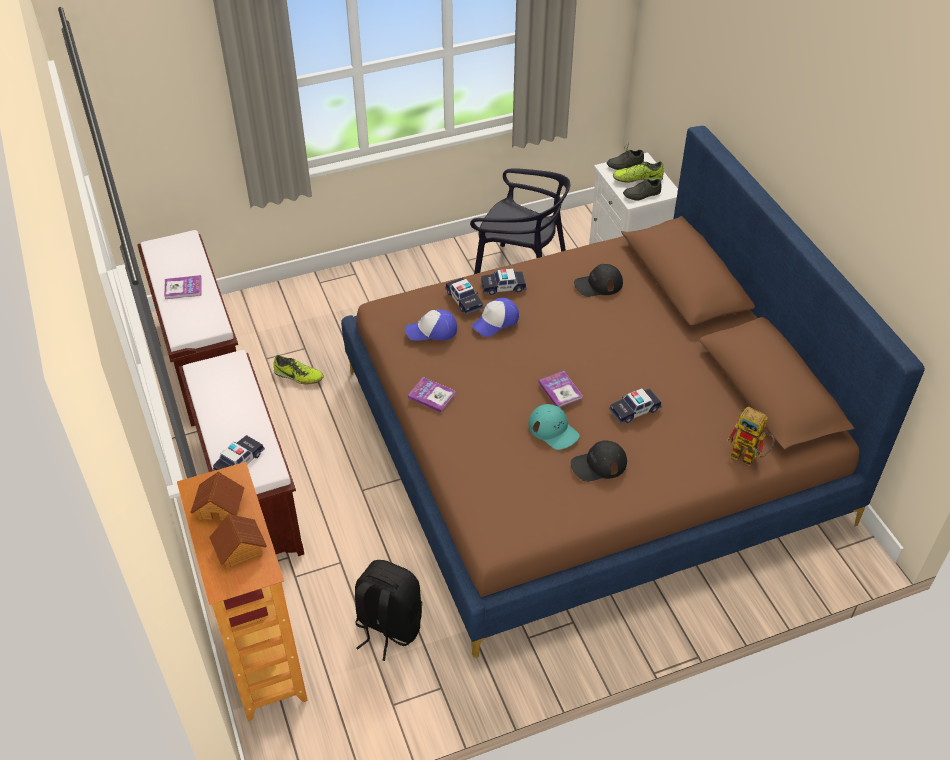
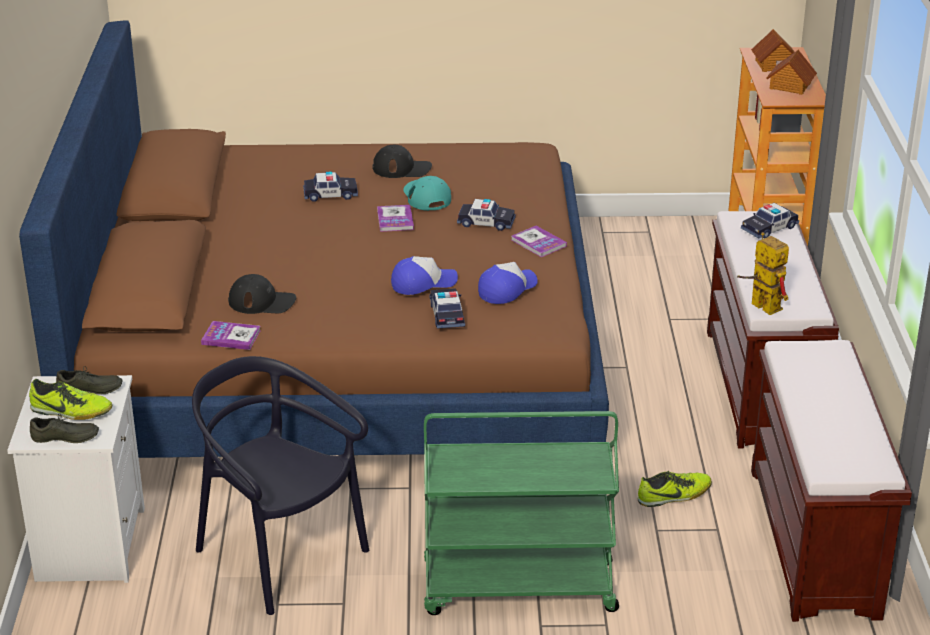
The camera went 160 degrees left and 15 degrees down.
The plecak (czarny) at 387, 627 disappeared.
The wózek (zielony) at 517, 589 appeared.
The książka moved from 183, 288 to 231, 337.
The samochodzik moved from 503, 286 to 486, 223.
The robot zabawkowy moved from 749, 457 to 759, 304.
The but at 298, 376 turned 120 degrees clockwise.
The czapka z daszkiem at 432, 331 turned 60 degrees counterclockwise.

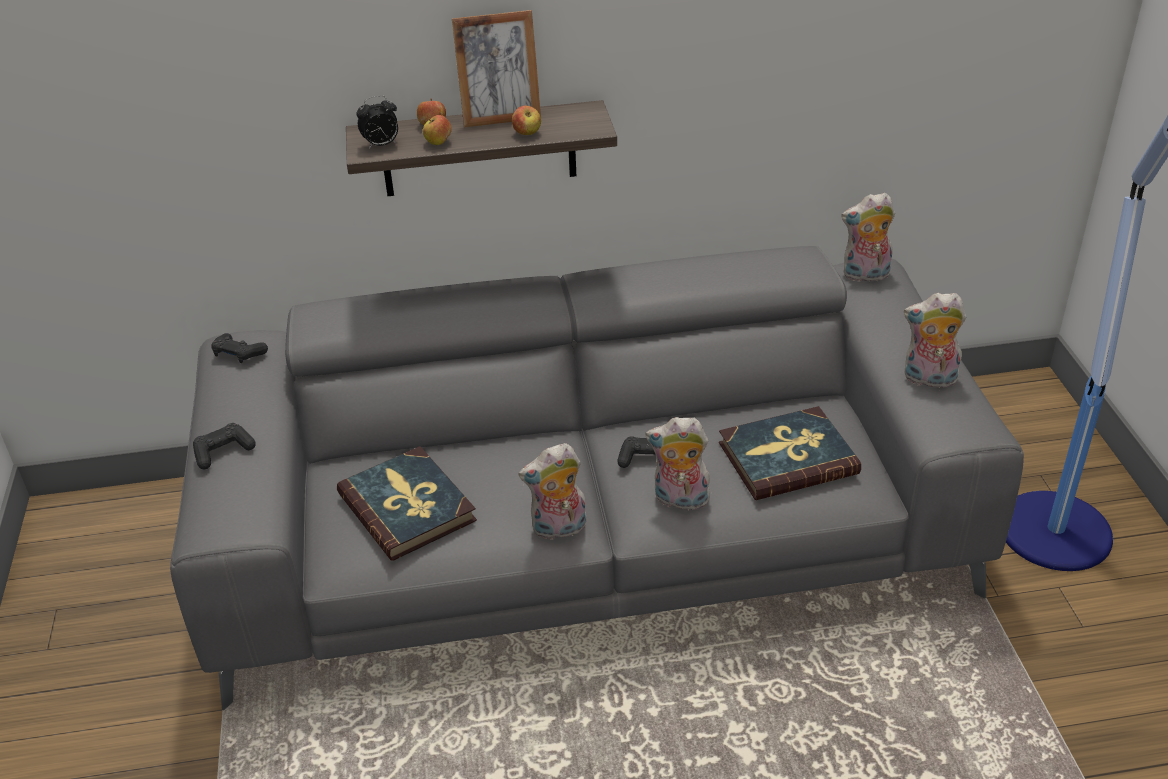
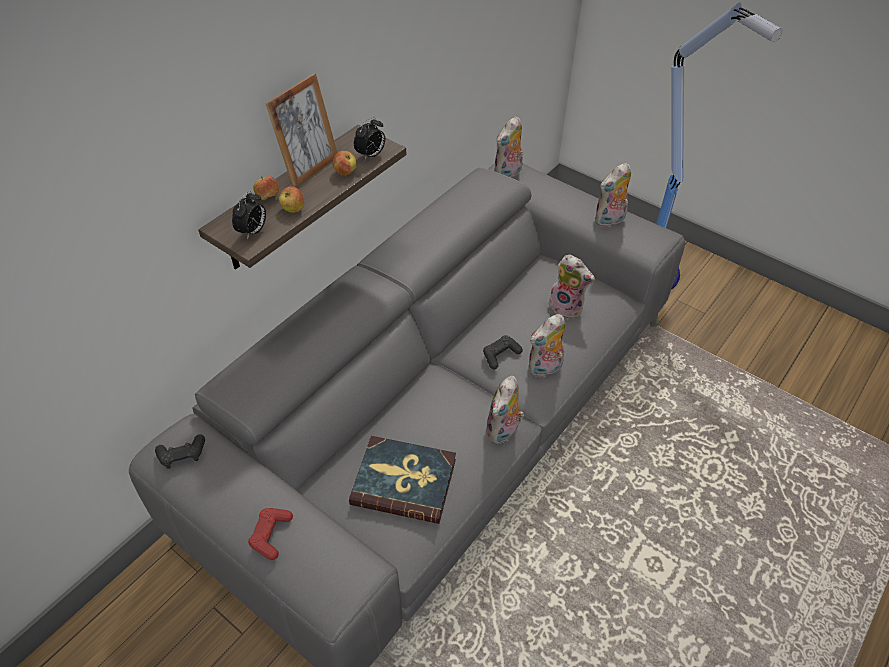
The camera went 45 degrees left and 10 degrees up.
The budzik at 371, 155 appeared.
The książka at 787, 458 was replaced by the pluszak at 567, 307.
The pad do gier (czarny) at 223, 452 became the pad do gier (czerwony) at 271, 535.

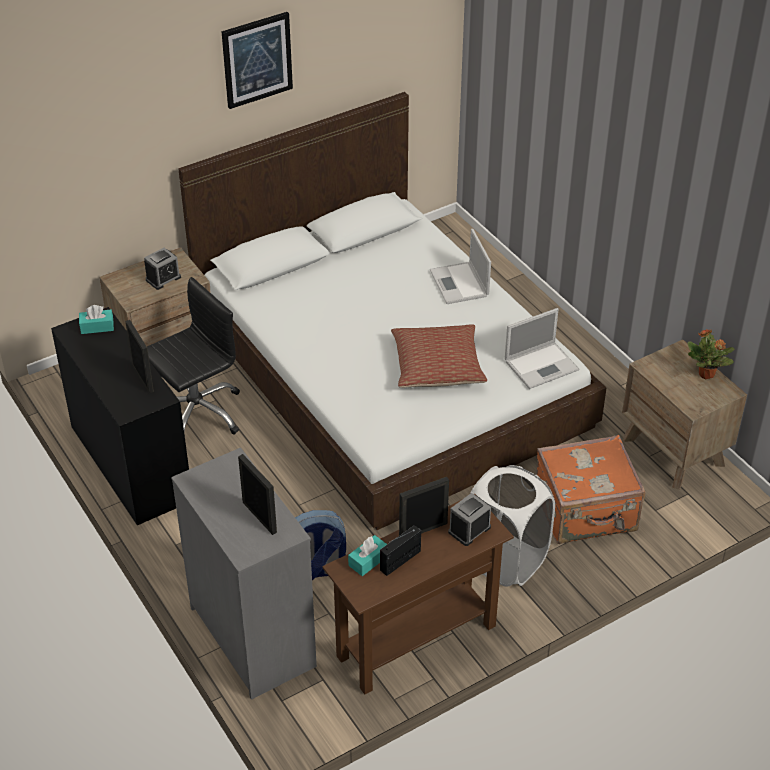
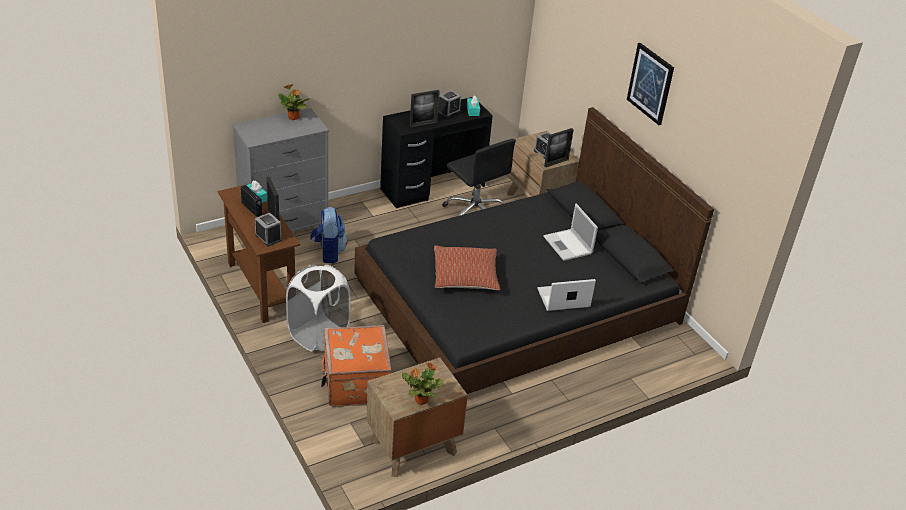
The camera went 90 degrees right and 5 degrees down.
The roślina doniczkowa at 293, 118 appeared.
The budzik at 448, 111 appeared.
The ramka na zdjęcie moved from 259, 517 to 556, 163.
The laptop moved from 542, 365 to 568, 245.
The łóżko (biały) at 389, 368 became the łóżko (czarny) at 518, 301.

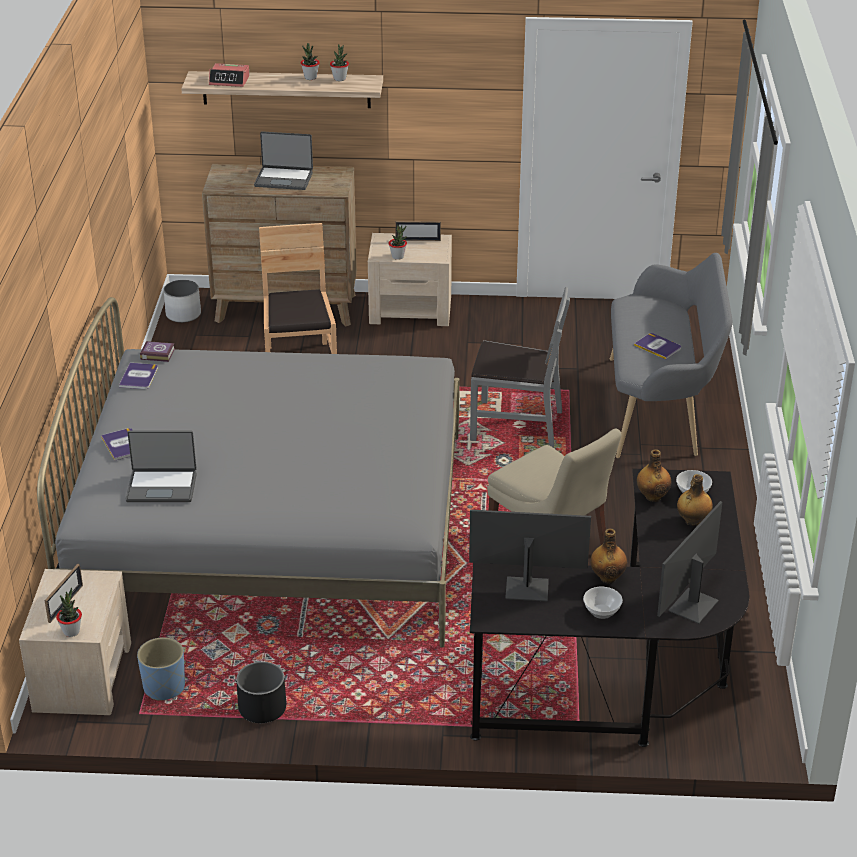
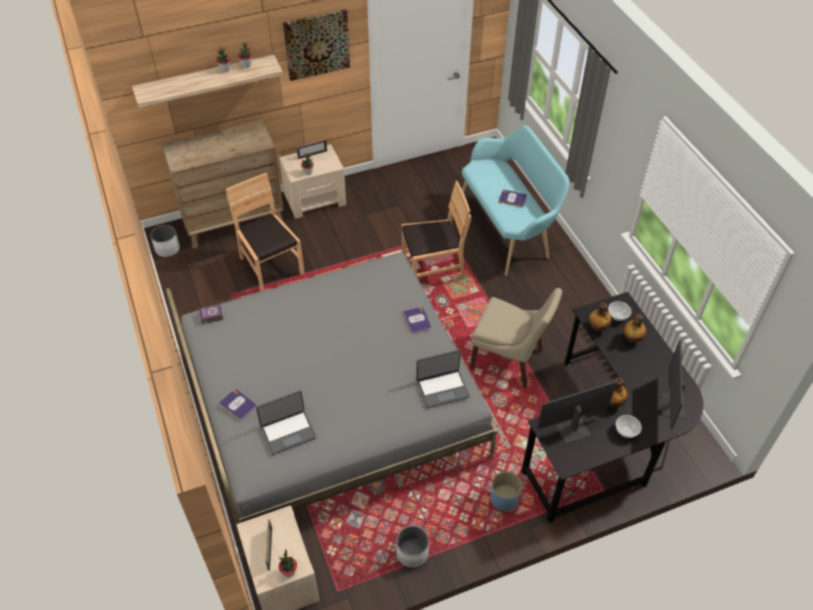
The camera went 25 degrees left and 15 degrees up.
The budzik at 229, 80 disappeared.
The obraz at 317, 44 appeared.
The książka moved from 139, 377 to 417, 320.
The donica (niebieski) moved from 164, 687 to 504, 499.
The laptop moved from 284, 179 to 442, 388.
The donica (czarny) at 262, 708 became the donica (biały) at 412, 553.
The krzesło (szary) at 516, 425 became the krzesło (brązowy) at 433, 270.
The ławka (szary) at 660, 408 became the ławka (turkusowy) at 507, 229.

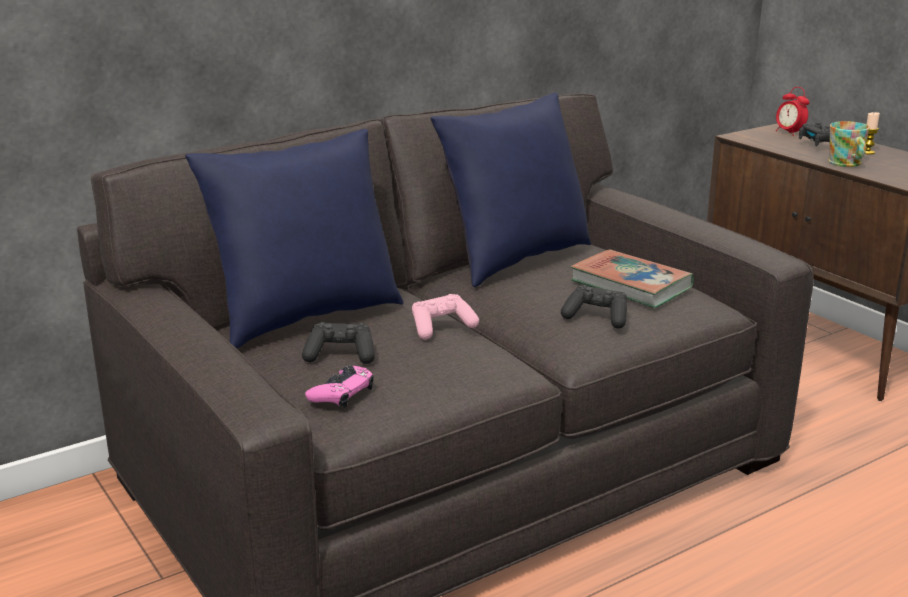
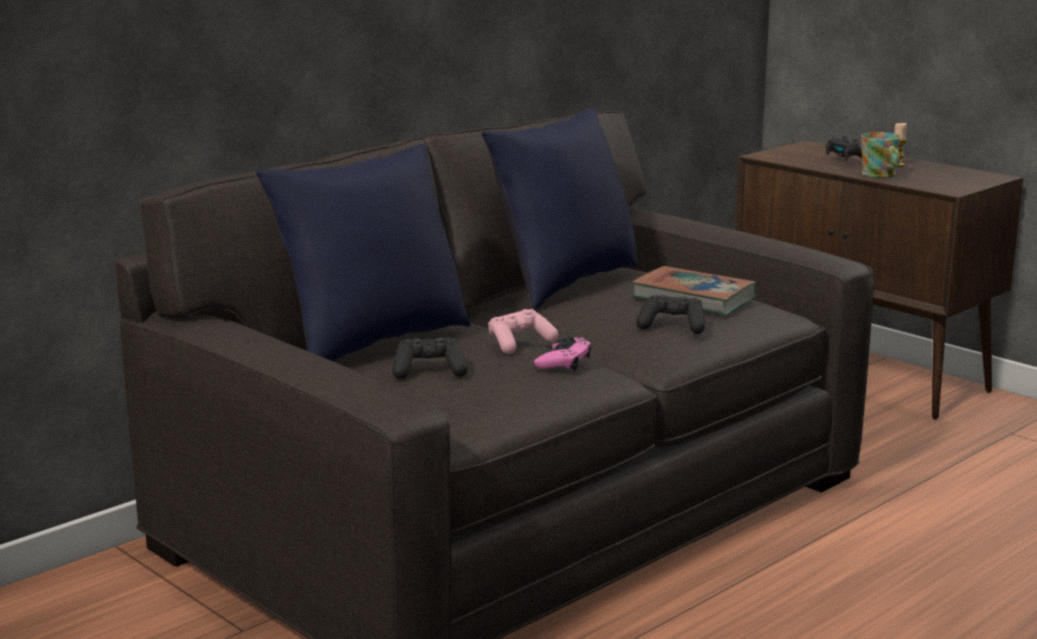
The camera went 10 degrees left and 5 degrees down.
The budzik at 789, 133 disappeared.
The pad do gier (różowy) moved from 341, 393 to 563, 361.

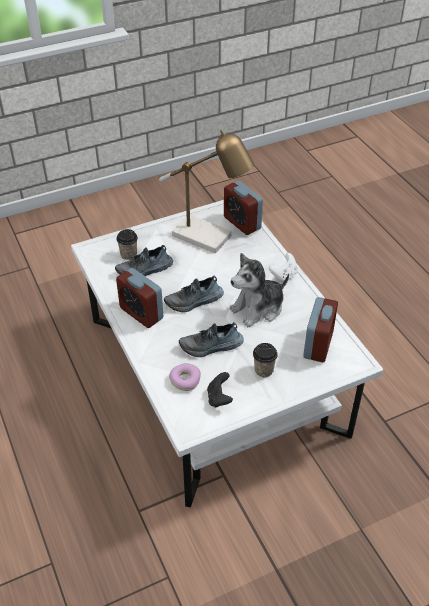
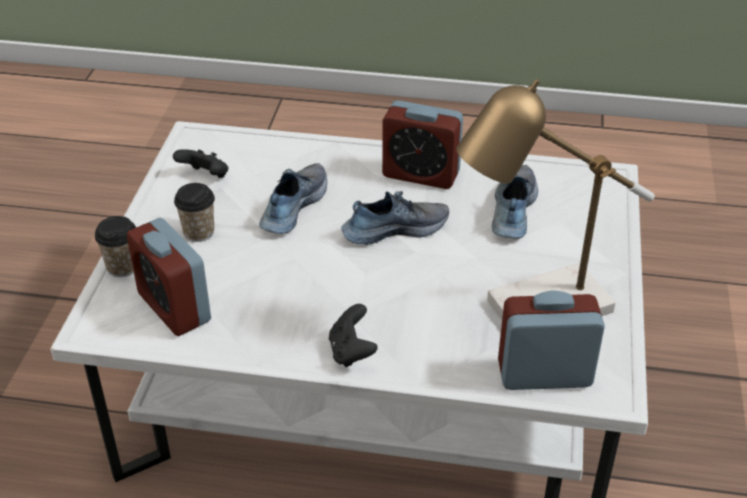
The camera went 125 degrees right and 5 degrees down.
The donut at 185, 380 disappeared.
The pluszak at 258, 308 disappeared.
The filiżanka moved from 128, 255 to 122, 267.
The pad do gier (biały) at 284, 275 became the pad do gier (czarny) at 351, 352.
The budzik at 141, 313 turned 150 degrees counterclockwise.
The but at 194, 301 turned 60 degrees clockwise.

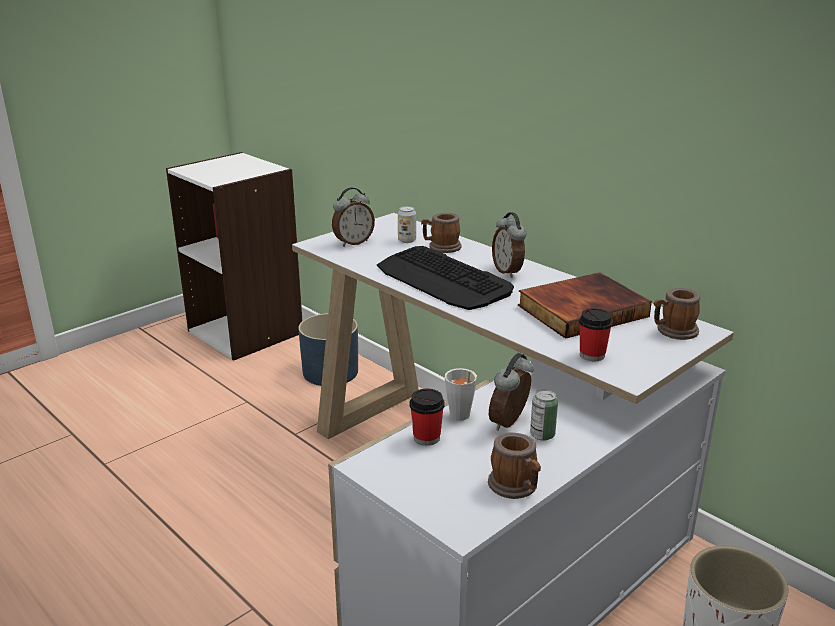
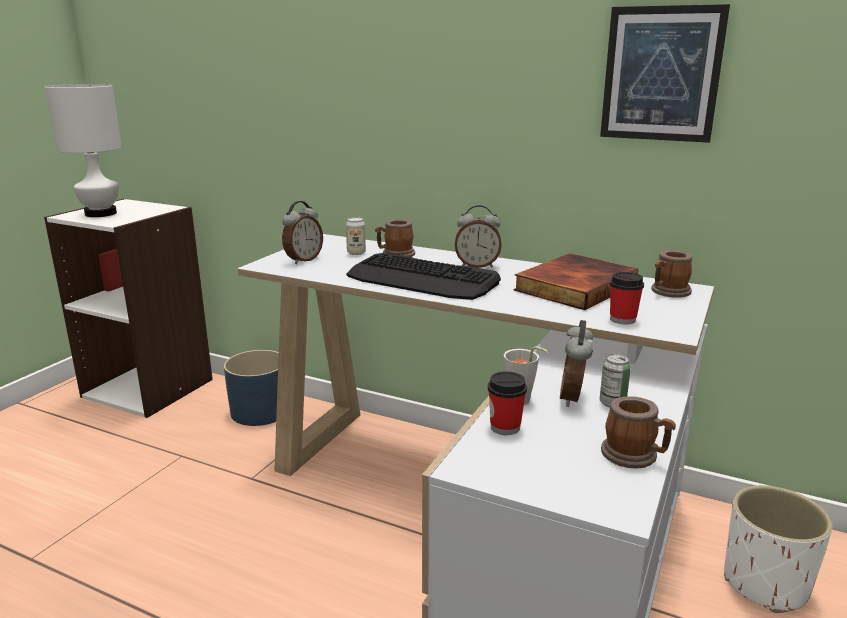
The camera went 20 degrees left and 5 degrees down.
The lampa stołowa (biały) at 100, 213 appeared.
The obraz at 661, 74 appeared.
The budzik at 508, 271 turned 45 degrees counterclockwise.

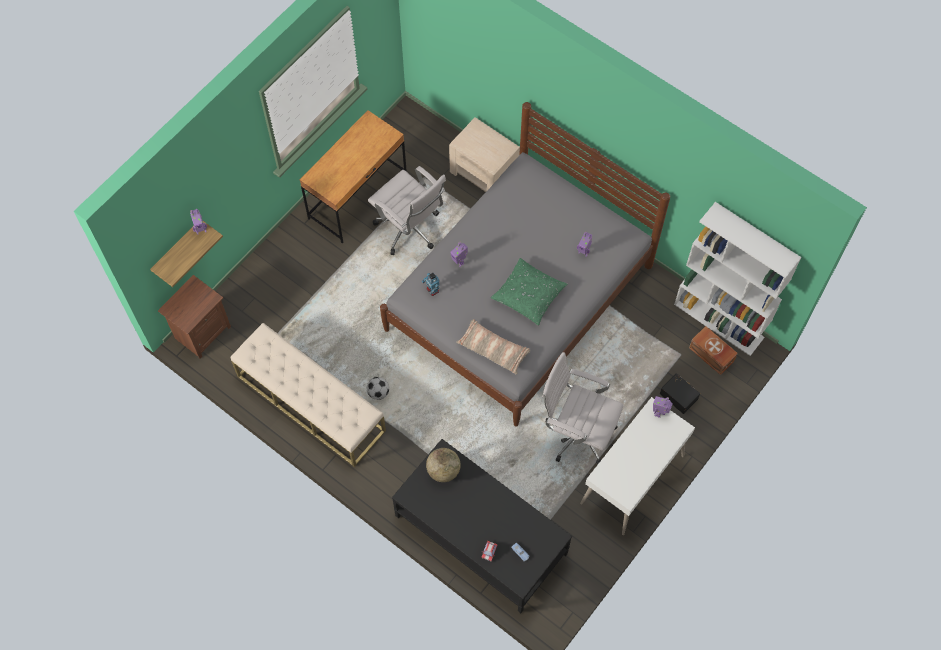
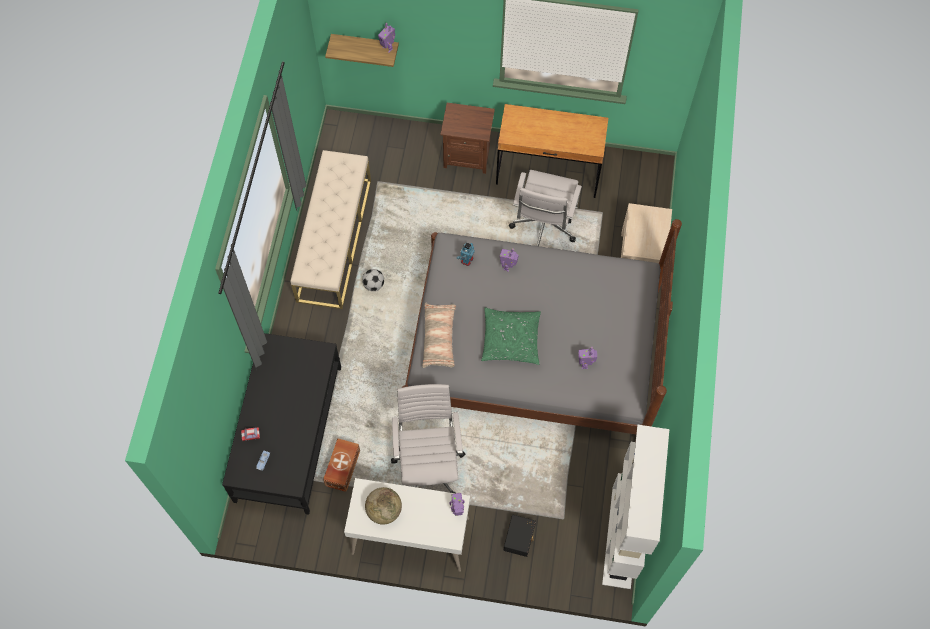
The camera went 60 degrees right and 0 degrees up.
The szafka nocna (brązowy) moved from 201, 332 to 467, 156.
The globus moved from 443, 470 to 384, 510.
The pojemnik do przechowywania (brązowy) moved from 711, 355 to 342, 469.

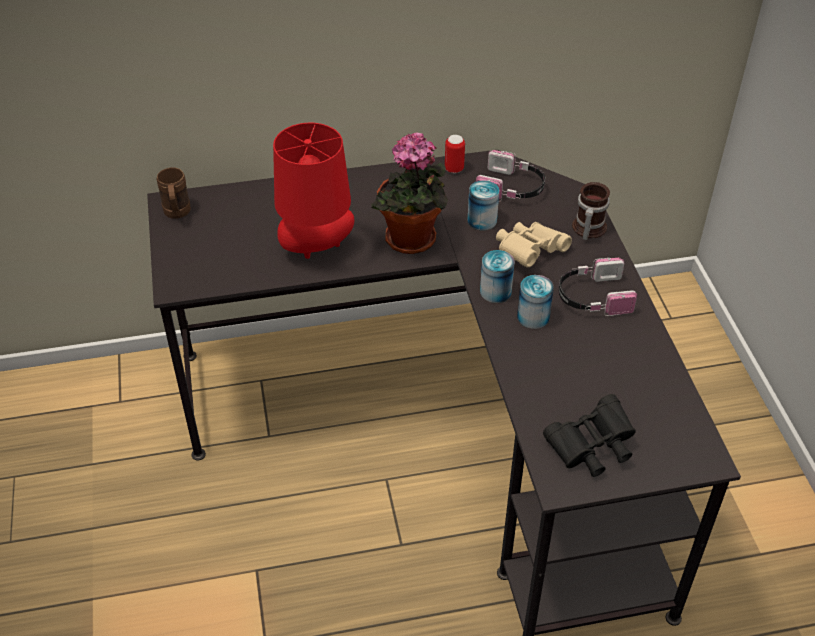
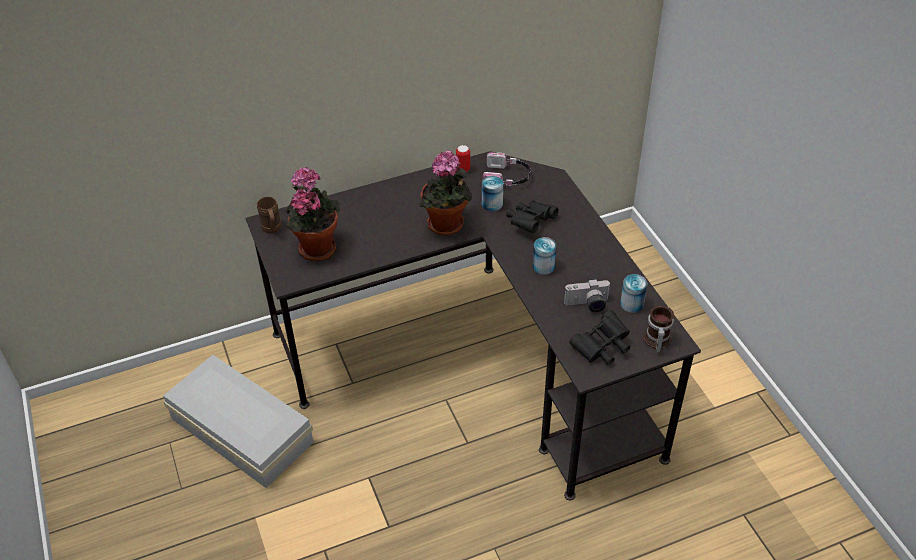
The camera went 10 degrees left and 0 degrees up.
The lampa stołowa (czerwony) at 316, 251 disappeared.
The słuchawki at 592, 297 disappeared.
The pojemnik do przechowywania (biały) at 241, 428 appeared.
The roślina doniczkowa at 316, 247 appeared.
The aparat fotograficzny at 587, 305 appeared.
The puszka moved from 495, 291 to 631, 304.
The kubek moved from 587, 229 to 655, 341.
The lornetka (beżowy) at 529, 252 became the lornetka (czarny) at 530, 222.

